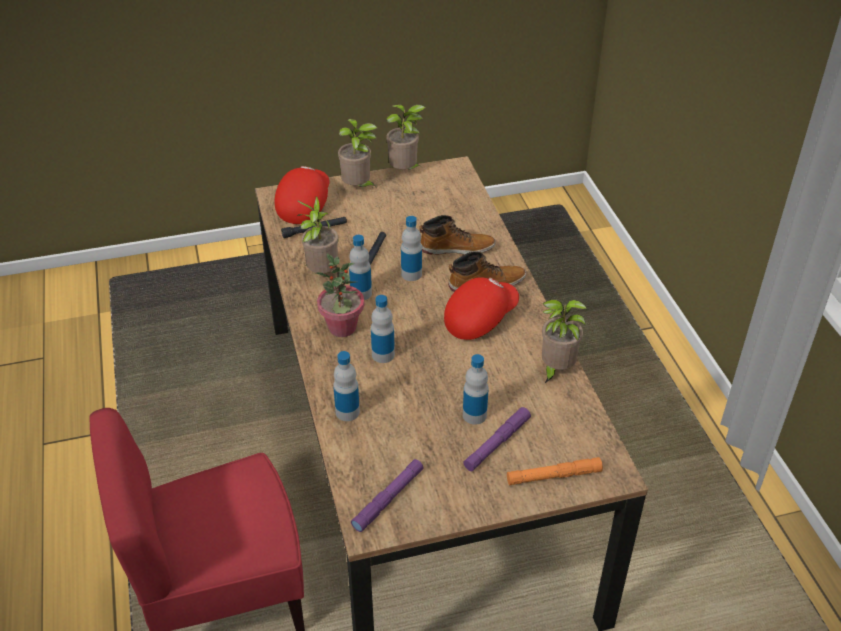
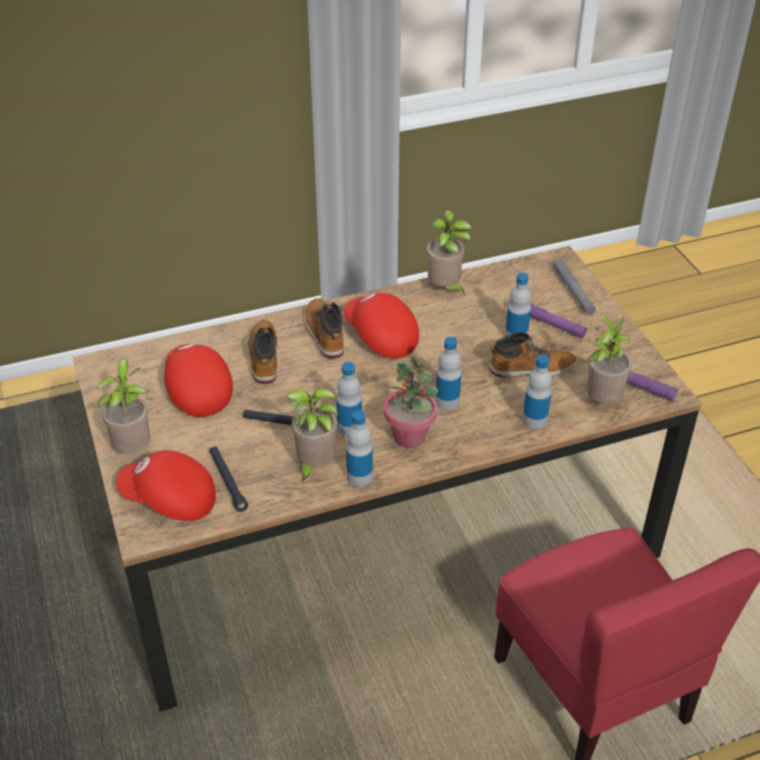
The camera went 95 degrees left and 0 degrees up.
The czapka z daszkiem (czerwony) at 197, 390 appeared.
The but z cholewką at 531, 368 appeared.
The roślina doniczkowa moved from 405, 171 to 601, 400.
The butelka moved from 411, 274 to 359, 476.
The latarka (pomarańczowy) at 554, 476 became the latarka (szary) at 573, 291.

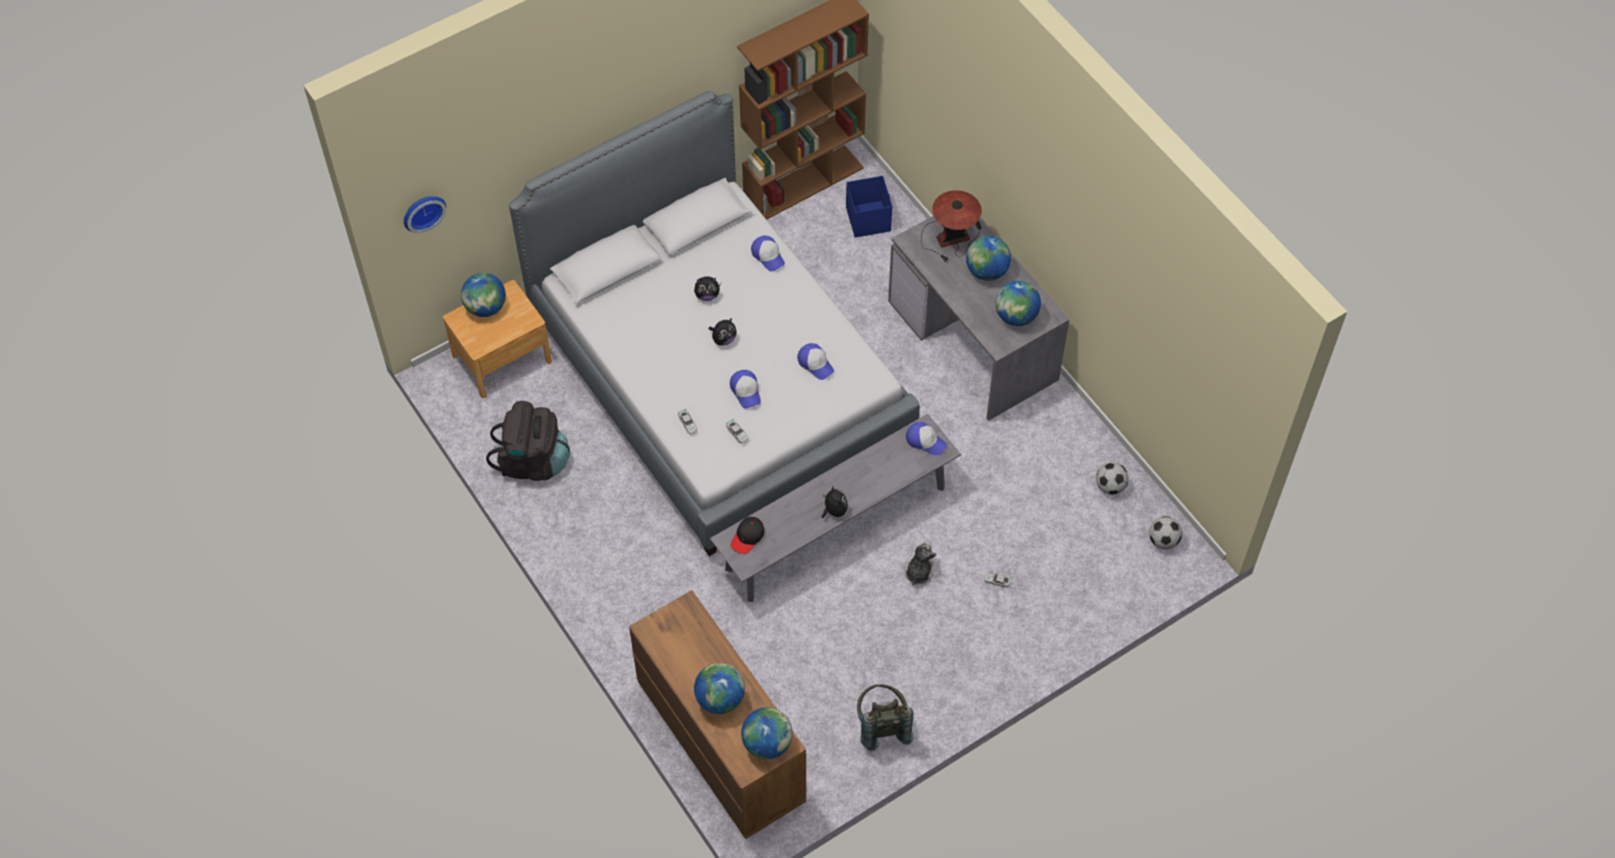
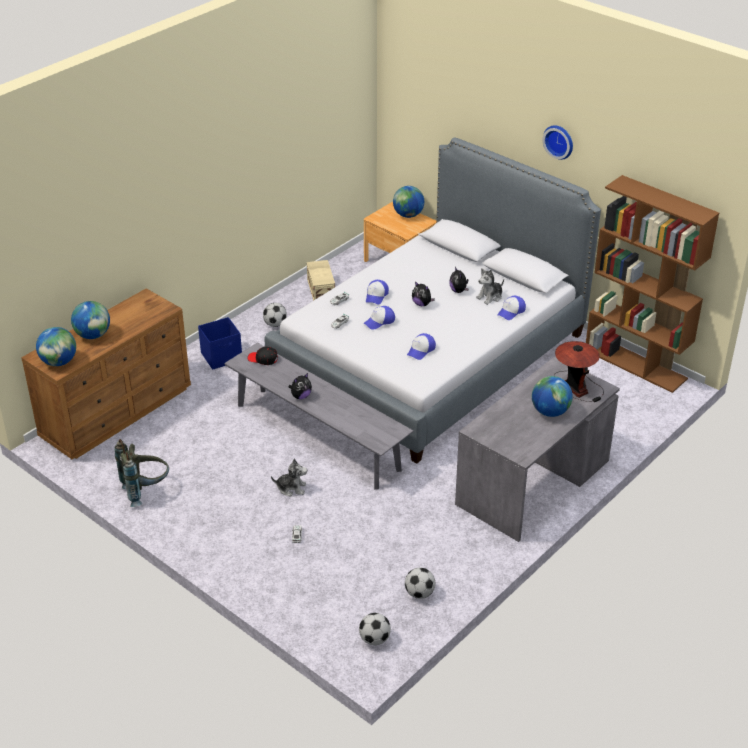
The camera went 75 degrees right and 20 degrees down.
The globus at 1016, 316 disappeared.
The piłka futbolowa at 275, 324 appeared.
The pluszak at 490, 297 appeared.
The zegar ścienny moved from 422, 211 to 559, 141.
The pojemnik do przechowywania (niebieski) moved from 868, 219 to 222, 357.
The czapka z daszkiem moved from 925, 441 to 376, 296.
The plecak (czarny) at 533, 461 was replaced by the pojemnik do przechowywania (beżowy) at 321, 290.

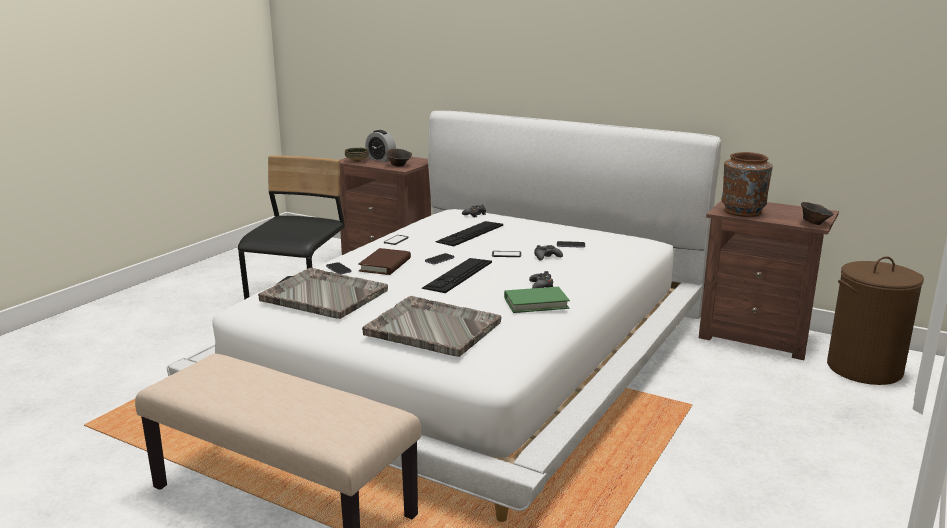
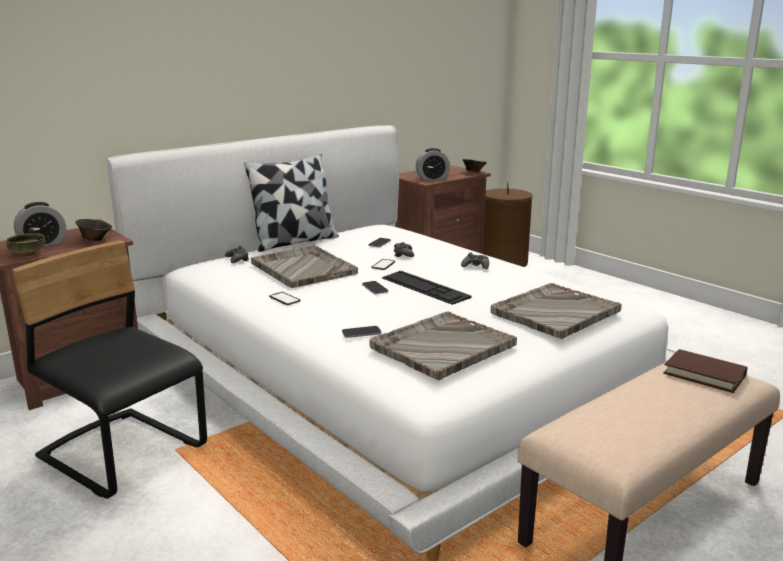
The camera went 70 degrees left and 0 degrees up.
The książka (zielony) at 536, 303 disappeared.
The poduszka at 294, 242 appeared.
The książka (brązowy) moved from 385, 265 to 704, 374.
The klawiatura at 470, 233 was replaced by the taca (szary) at 303, 268.
The wazon (brązowy) at 742, 212 was replaced by the budzik at 432, 178.

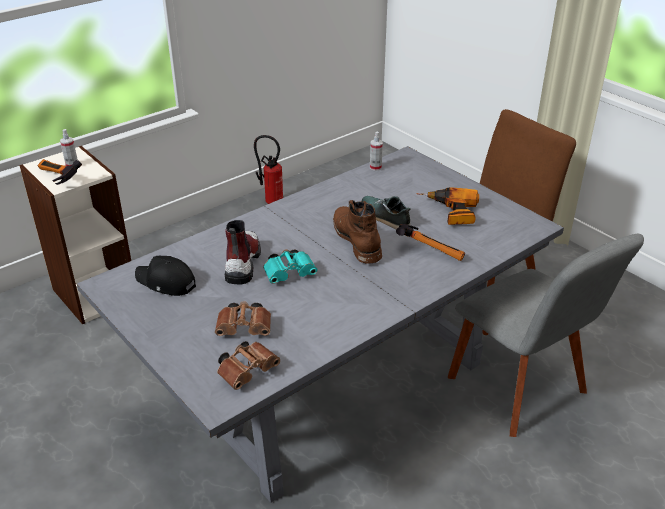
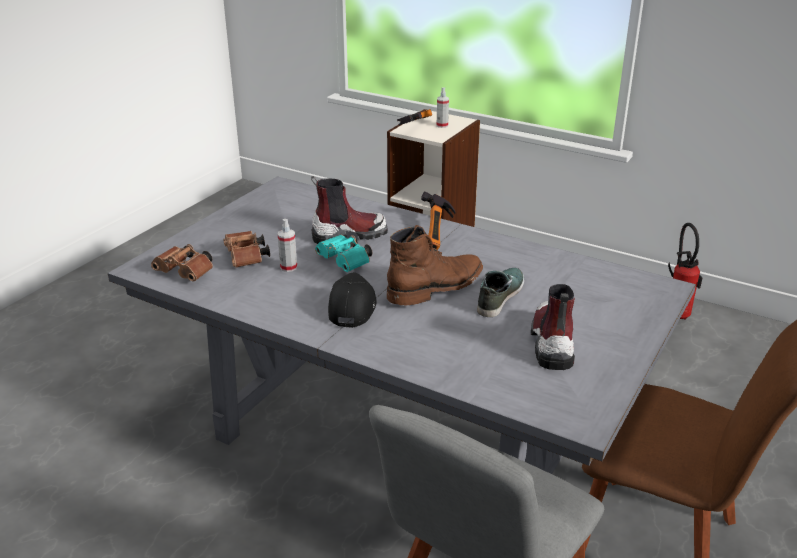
The camera went 70 degrees right and 5 degrees down.
The czapka z daszkiem (czarny) moved from 166, 282 to 351, 307.
The spryskiwacz moved from 375, 167 to 288, 267.
The młotek moved from 431, 250 to 439, 234.
The wiertarka at 451, 213 was replaced by the but z cholewką at 551, 342.

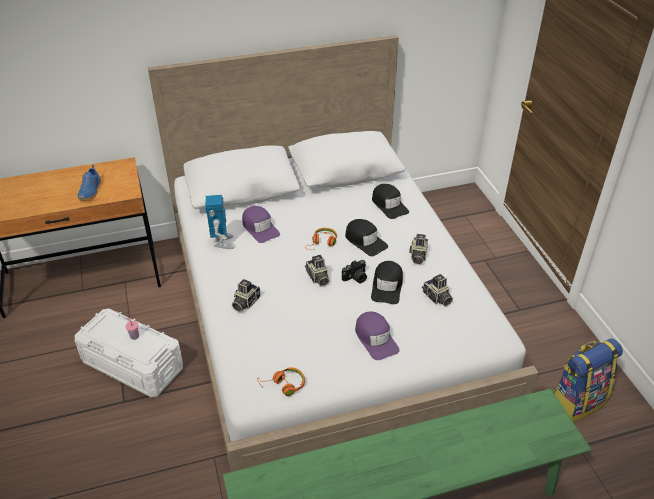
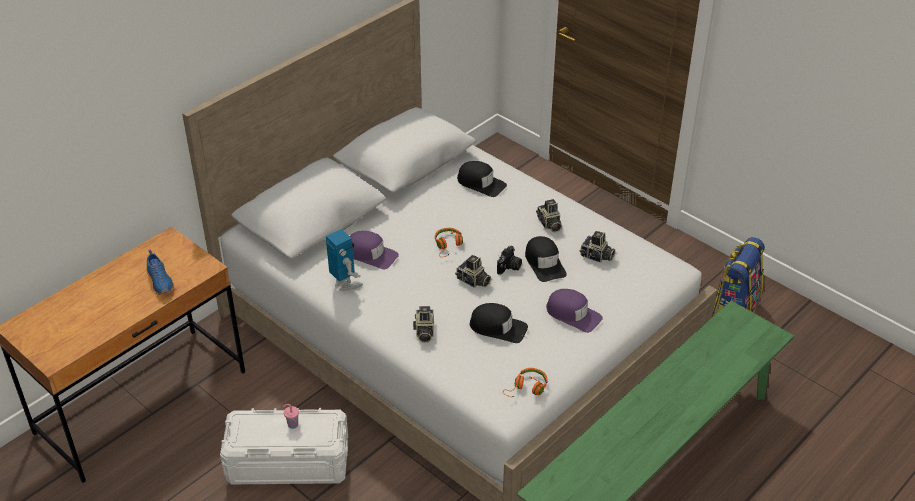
The camera went 30 degrees left and 0 degrees up.
The czapka z daszkiem (czarny) moved from 365, 241 to 498, 327.

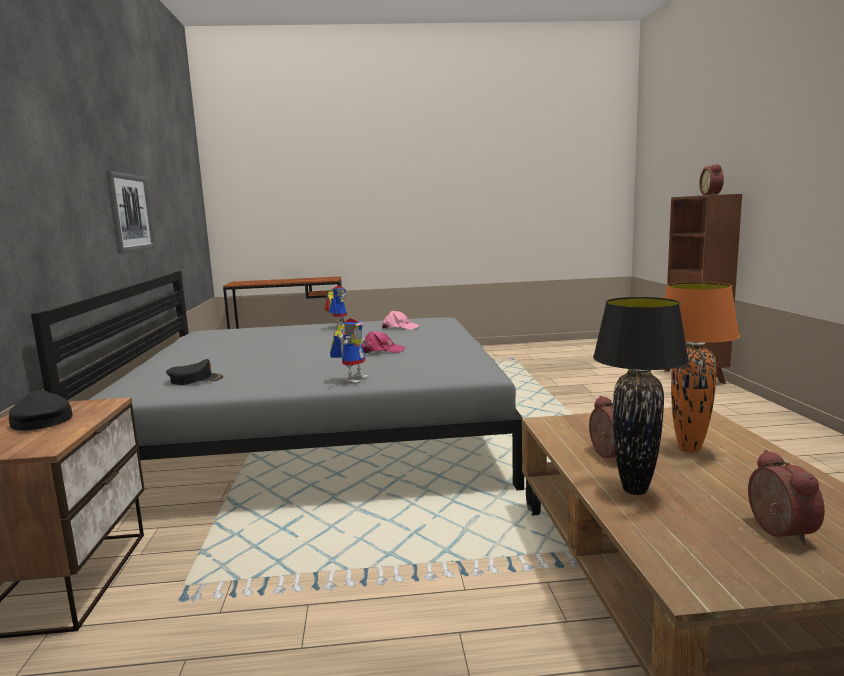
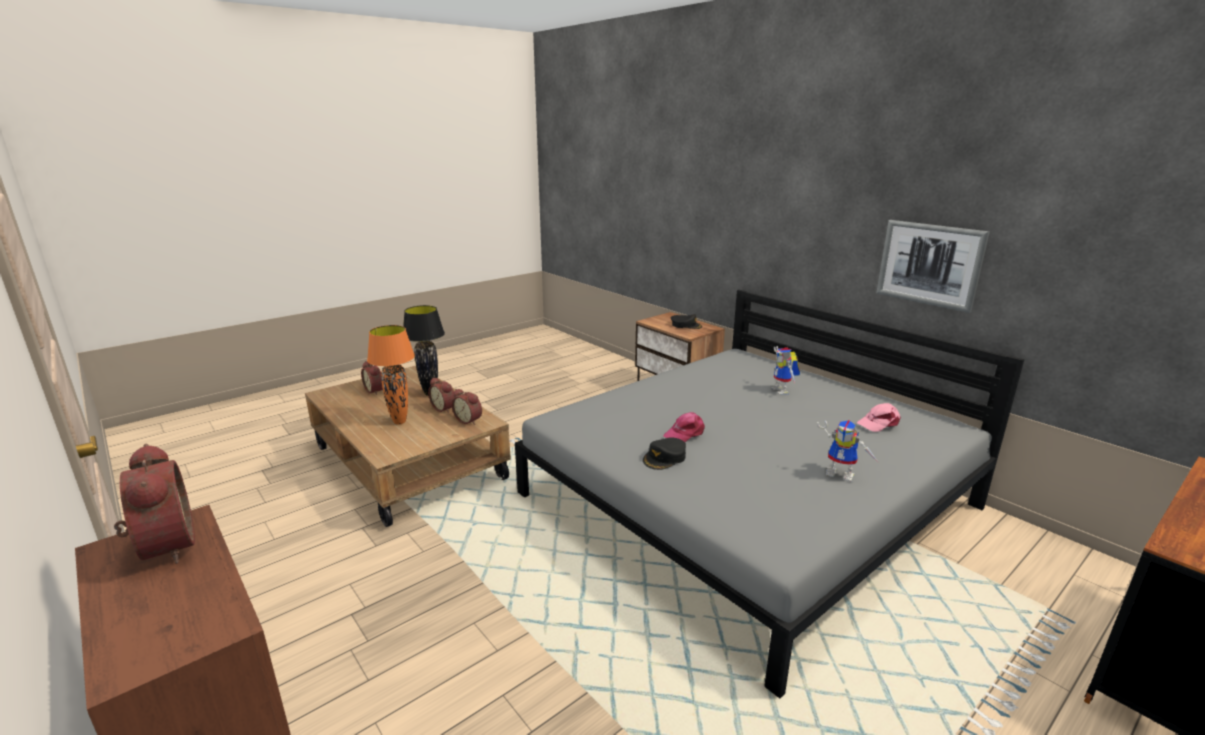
The camera went 145 degrees right and 10 degrees up.
The budzik at 469, 420 appeared.
The czapka z daszkiem (czarny) moved from 195, 379 to 665, 458.
The robot zabawkowy moved from 353, 379 to 783, 391.
The czapka z daszkiem (różowy) moved from 399, 327 to 878, 423.

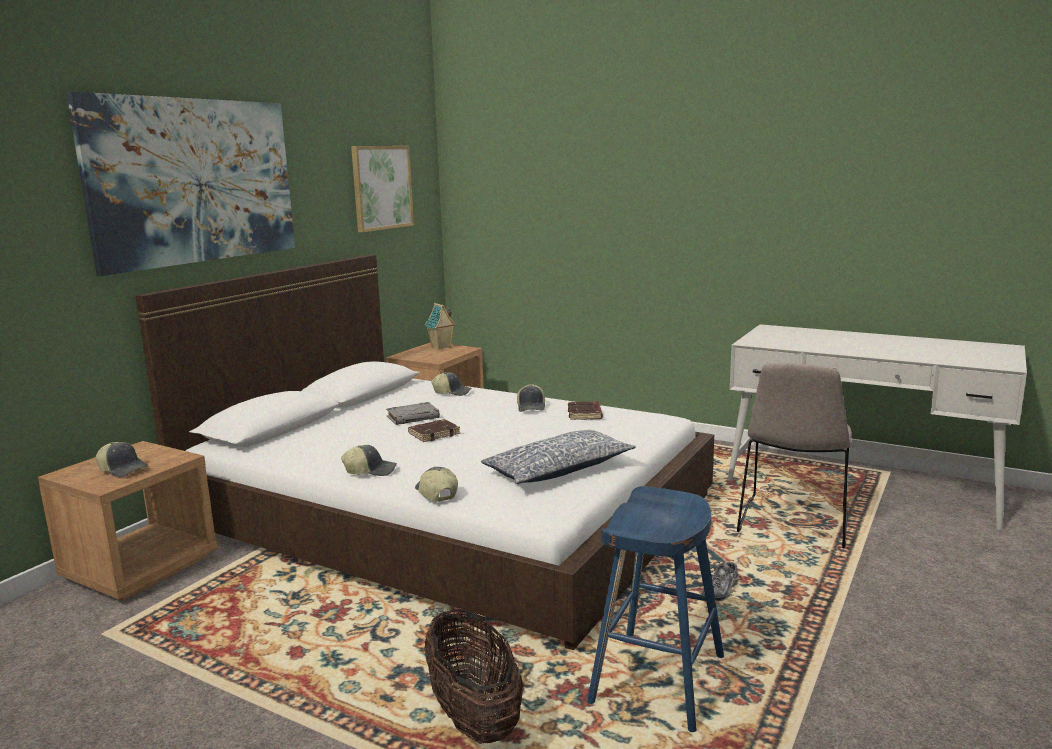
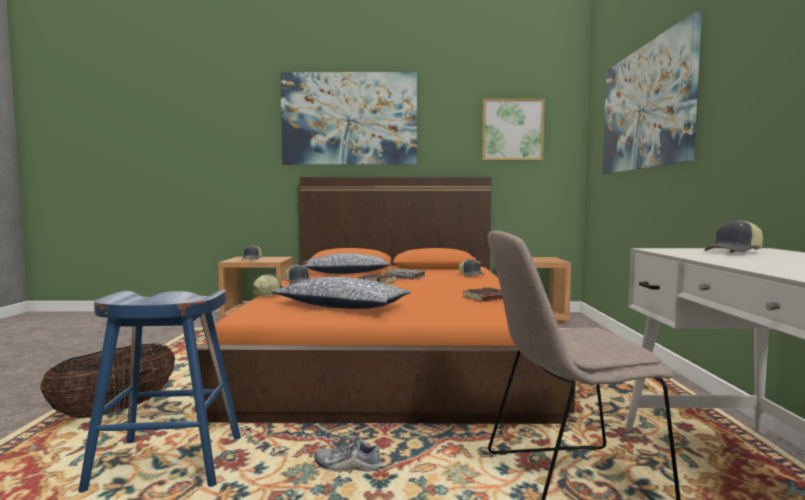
The camera went 60 degrees right and 10 degrees down.
The domek at 441, 347 disappeared.
The poduszka at 346, 273 appeared.
The obraz at 645, 108 appeared.
The czapka z daszkiem moved from 532, 407 to 734, 252.
The łóżko (biały) at 449, 510 became the łóżko (pomarańczowy) at 392, 349.

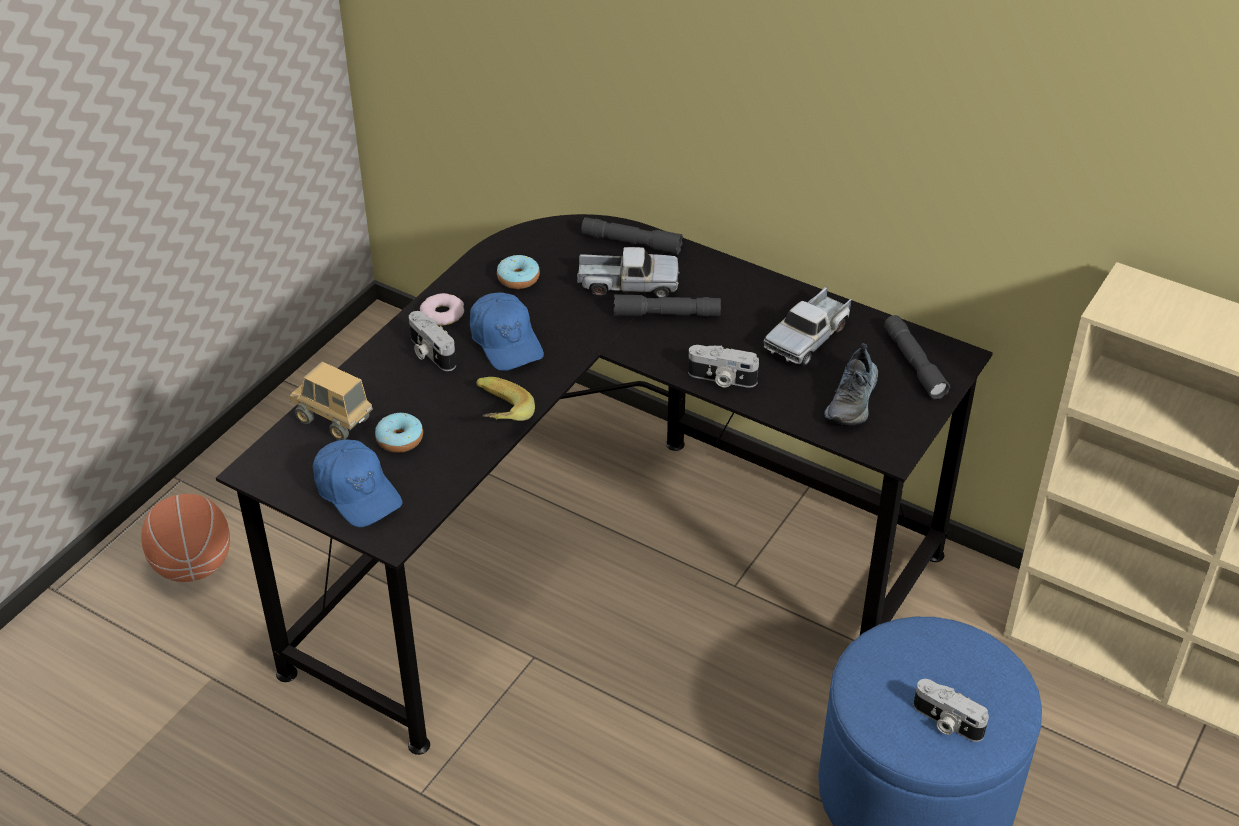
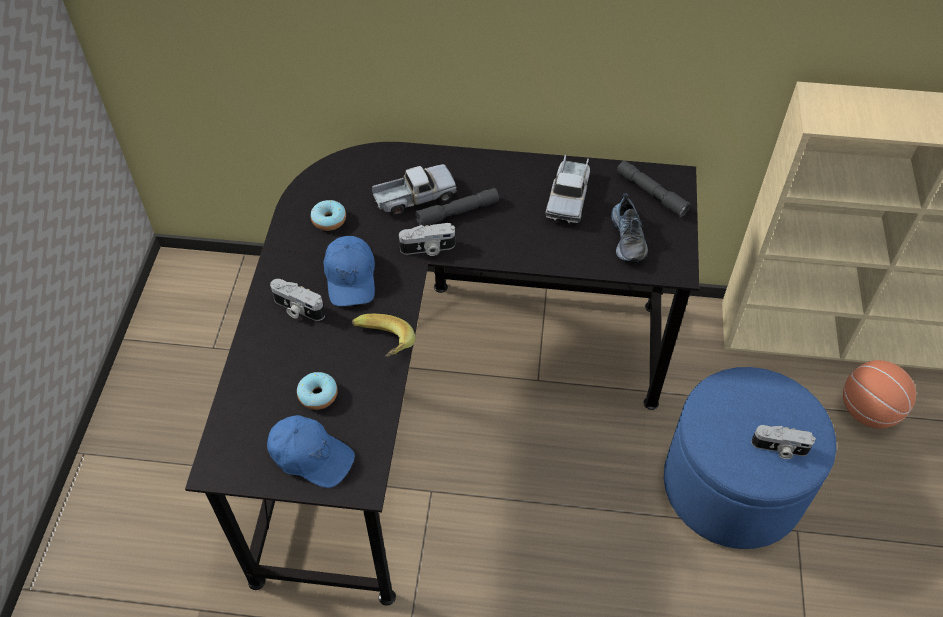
The camera went 25 degrees left and 10 degrees up.
The ciężarówka zabawkowa at 333, 421 disappeared.
The donut at 442, 313 disappeared.
The latarka (szary) at 631, 243 disappeared.
The piłka do koszykówki moved from 193, 565 to 868, 410.
The aparat fotograficzny moved from 721, 379 to 428, 249.
The czapka z daszkiem (niebieski) at 506, 341 turned 45 degrees clockwise.

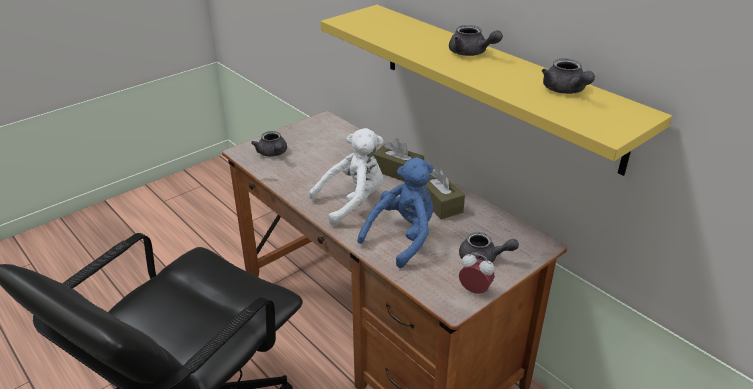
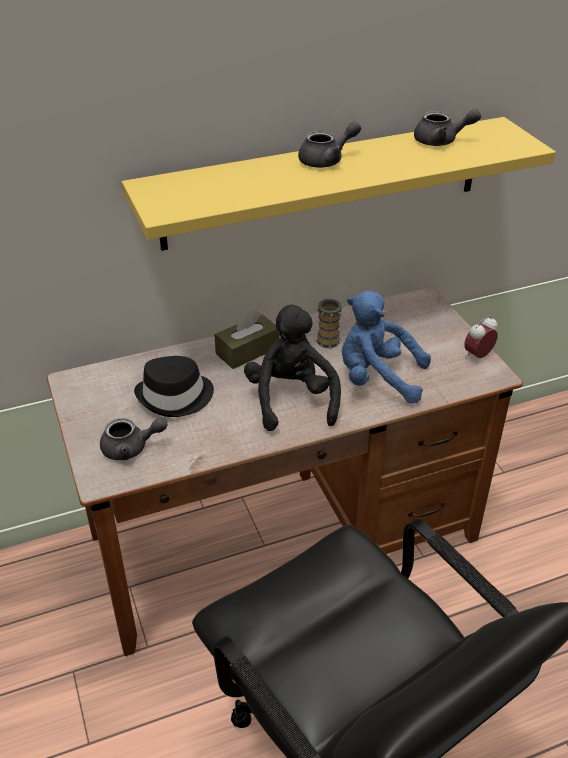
The camera went 70 degrees left and 5 degrees up.
The imbryk (szary) at 483, 259 disappeared.
The kapelusz (czarny) at 175, 397 appeared.
The pudełko chusteczek (brązowy) at 439, 203 was replaced by the kubek at 327, 338.
The pluszak (biały) at 352, 202 became the pluszak (czarny) at 291, 400.
The pluszak (niebieski) at 403, 237 turned 45 degrees counterclockwise.

